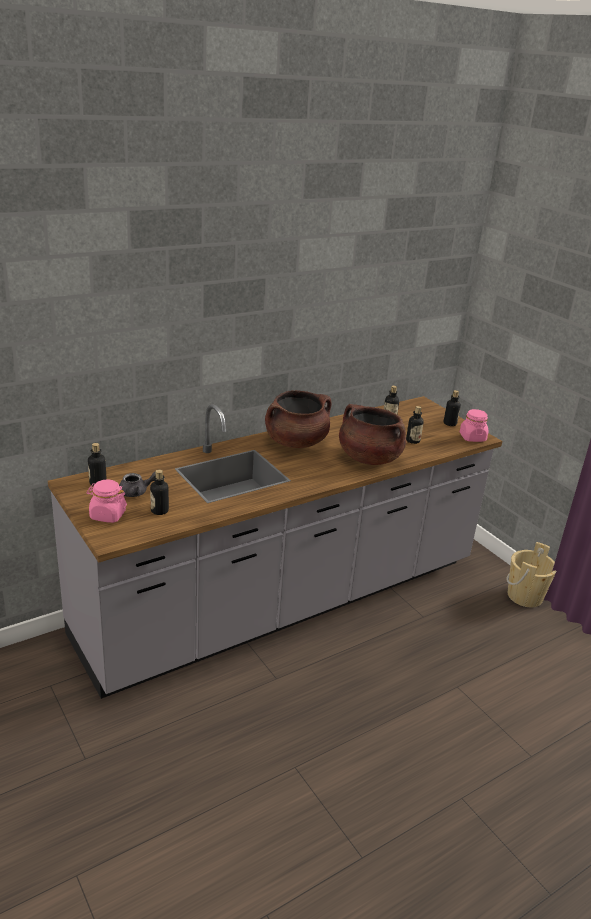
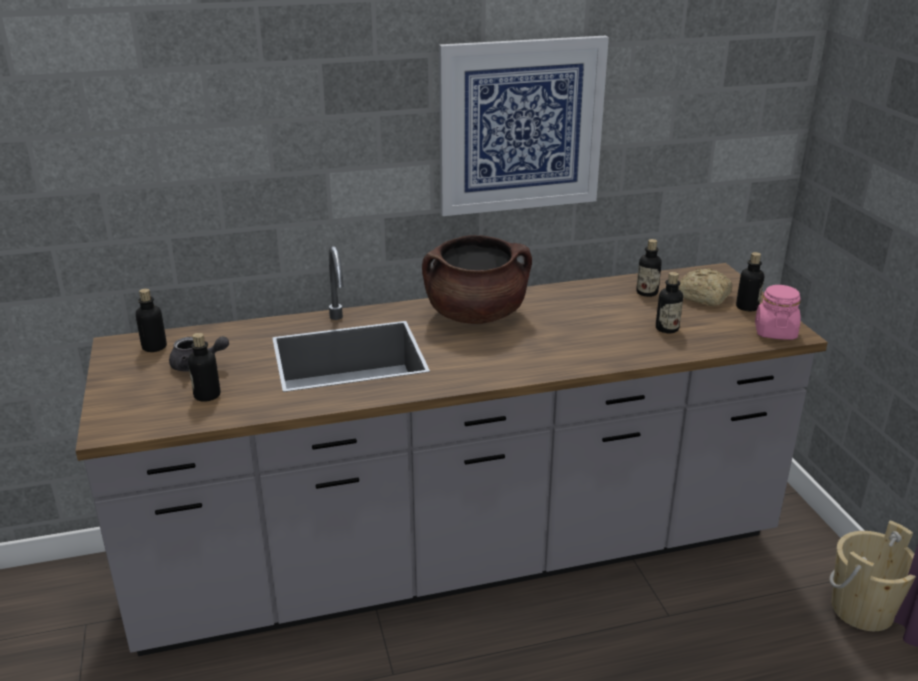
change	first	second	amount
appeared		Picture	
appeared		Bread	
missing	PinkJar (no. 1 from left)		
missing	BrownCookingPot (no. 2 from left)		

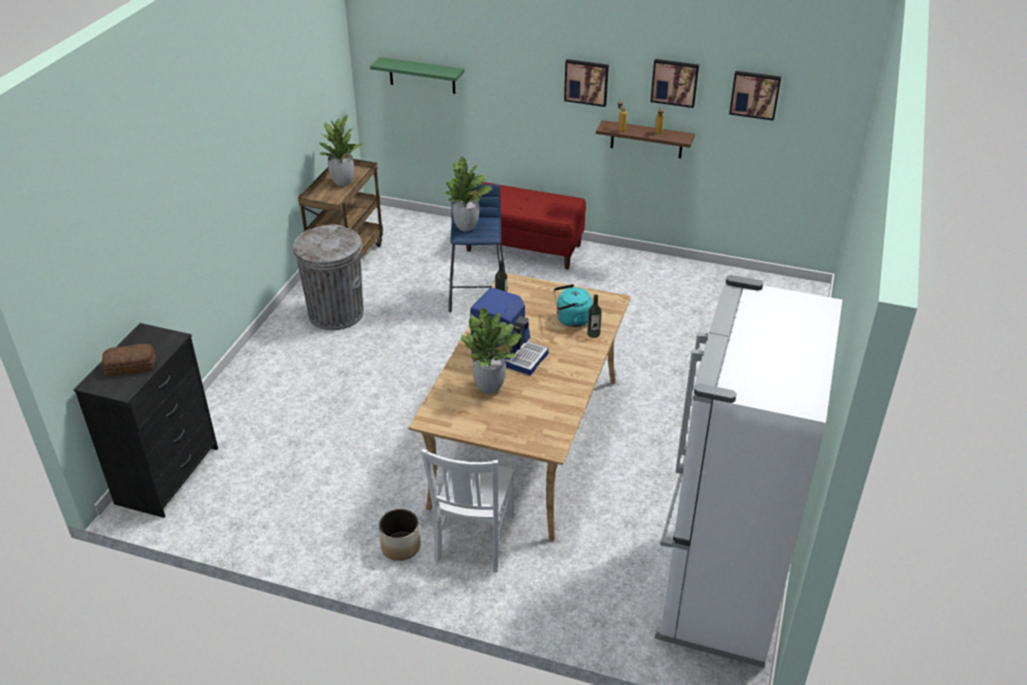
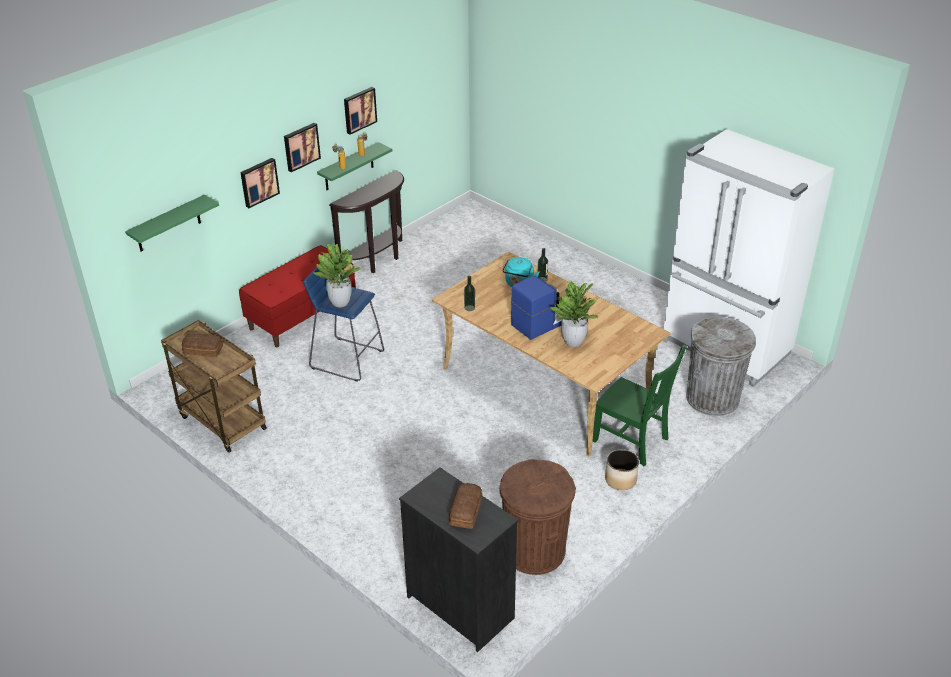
change	first	second	amount
exchanged	PottedPlant (no. 1 from left)	Bread (no. 1 from left)	
relocated	Picture (no. 3 from left in the first image)	Picture (no. 1 from left)	
colour	BrownShelf	GreenShelf (no. 2 from left)	
appeared		BrownConsoleTable	
appeared		BrownTrashCan	
colour	WhiteChair	GreenChair	
relocated	GreyTrashCan		

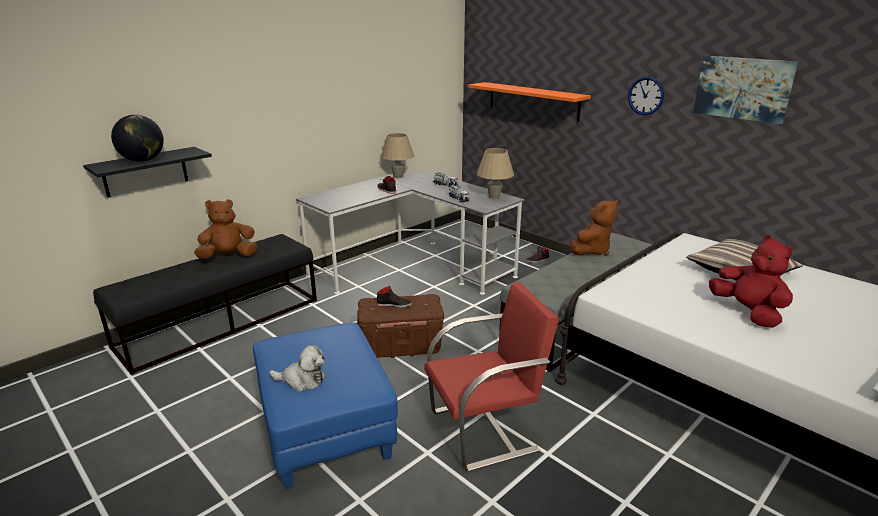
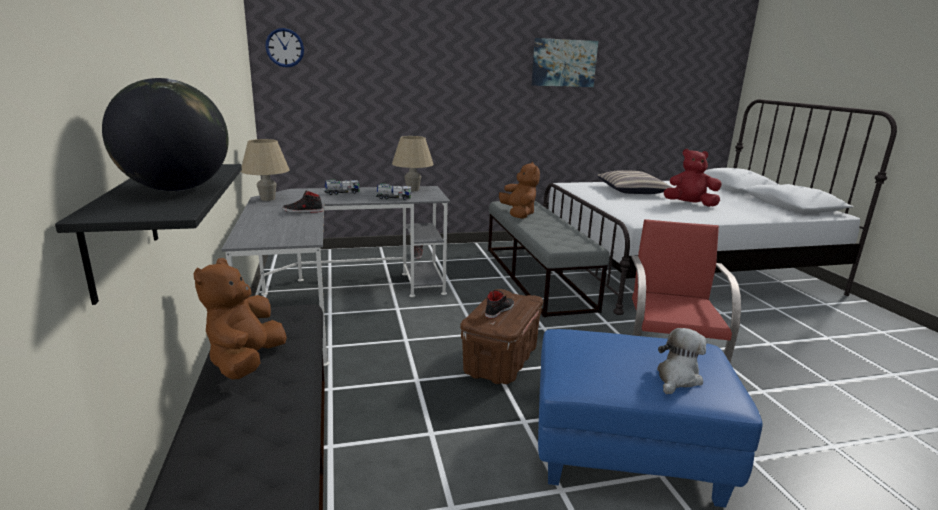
change	first	second	amount
relocated	WallClock		
missing	OrangeShelf		

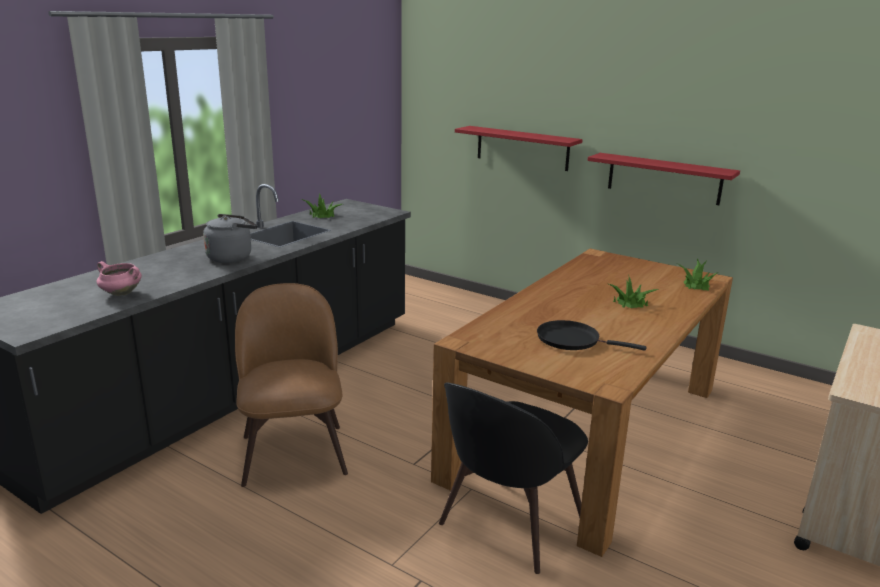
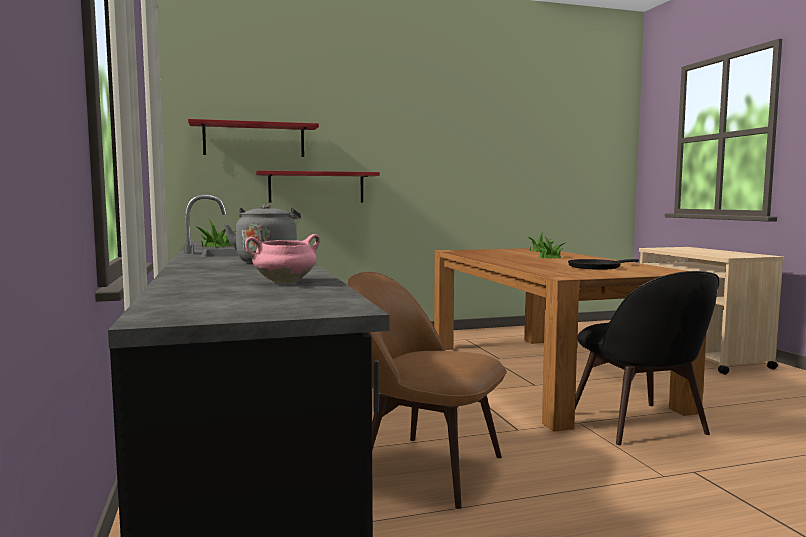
change	first	second	amount
relocated	RedShelf (no. 2 from left in the first image)	RedShelf (no. 1 from left)	

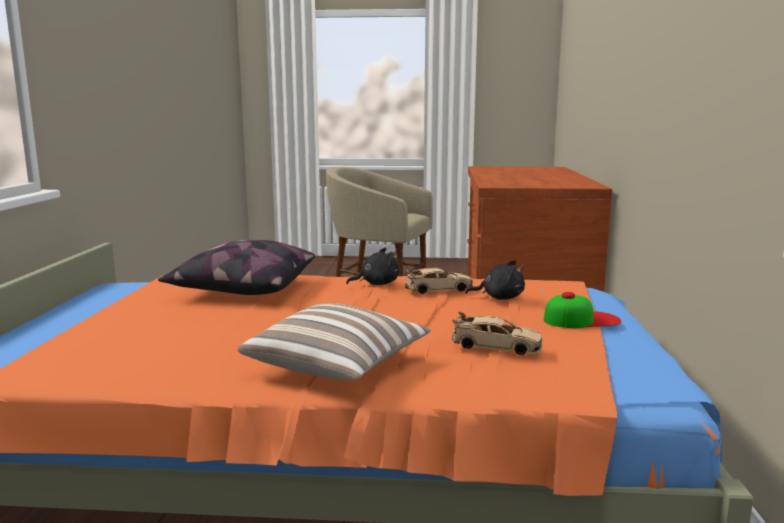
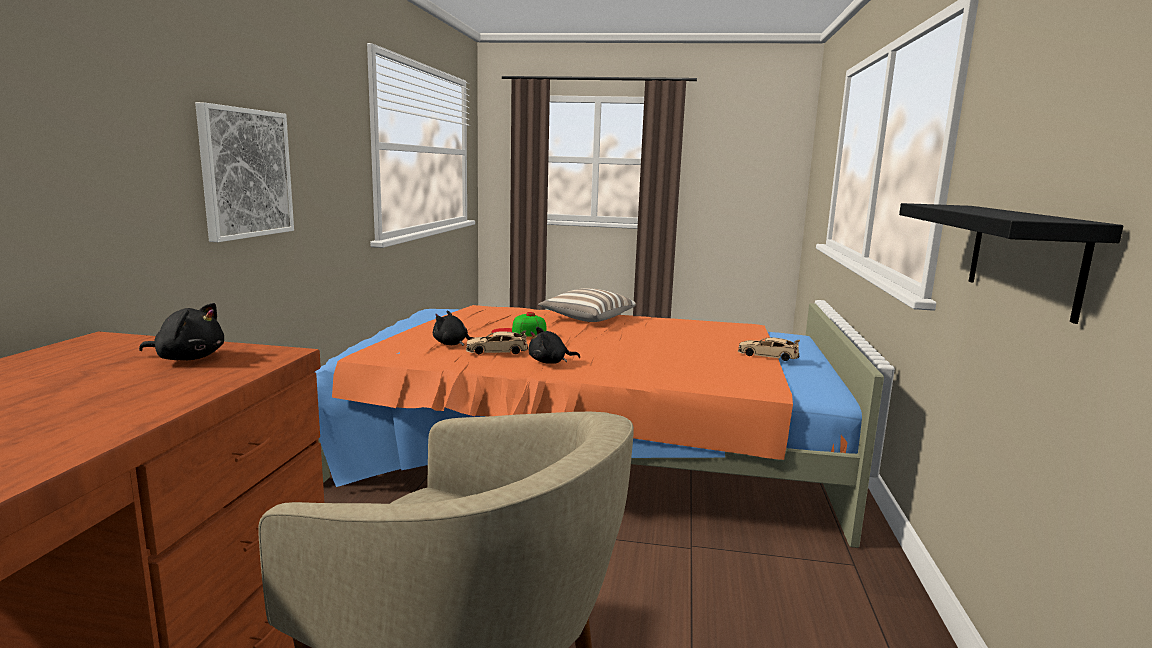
change	first	second	amount
appeared		BlackPlushToy (no. 1 from left)	
appeared		Picture	
relocated	Cap		
relocated	BeigeToyCar (no. 2 from left)		
appeared		BlackShelf	
missing	Pillow (no. 1 from left)		

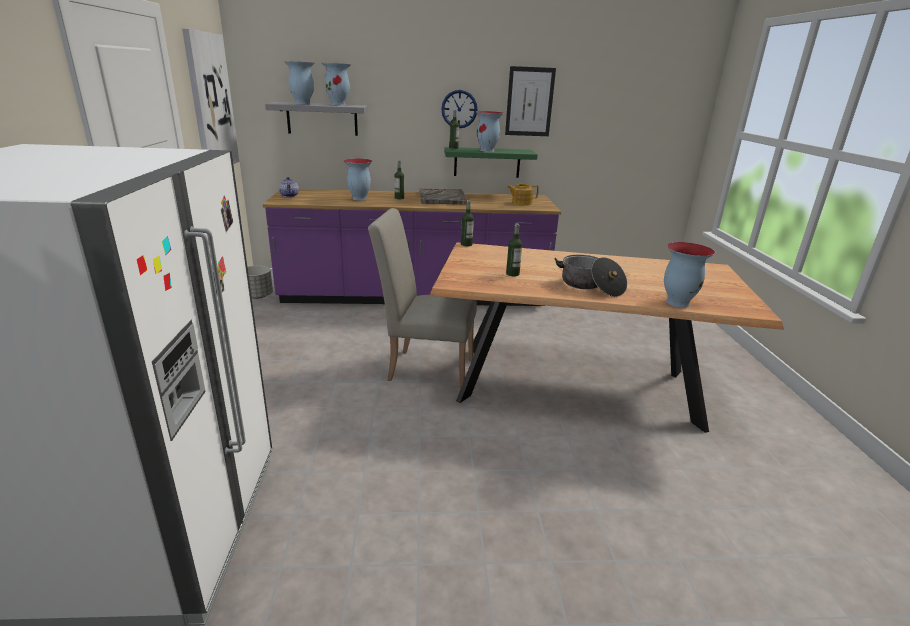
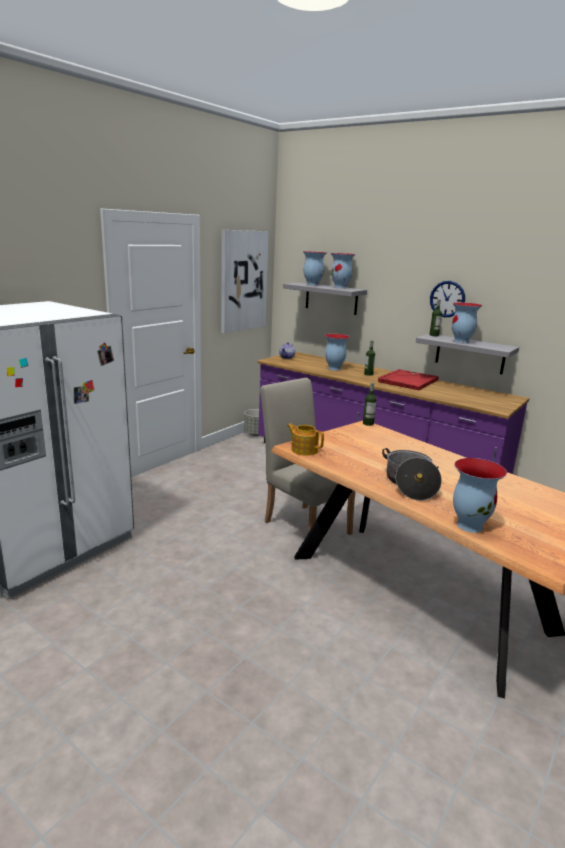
change	first	second	amount
relocated	Teapot (no. 2 from left)		
colour	GreyTray	RedTray	
colour	GreenShelf	GreyShelf (no. 2 from left)	
missing	Picture (no. 2 from left)		
missing	Bottle (no. 4 from left)		

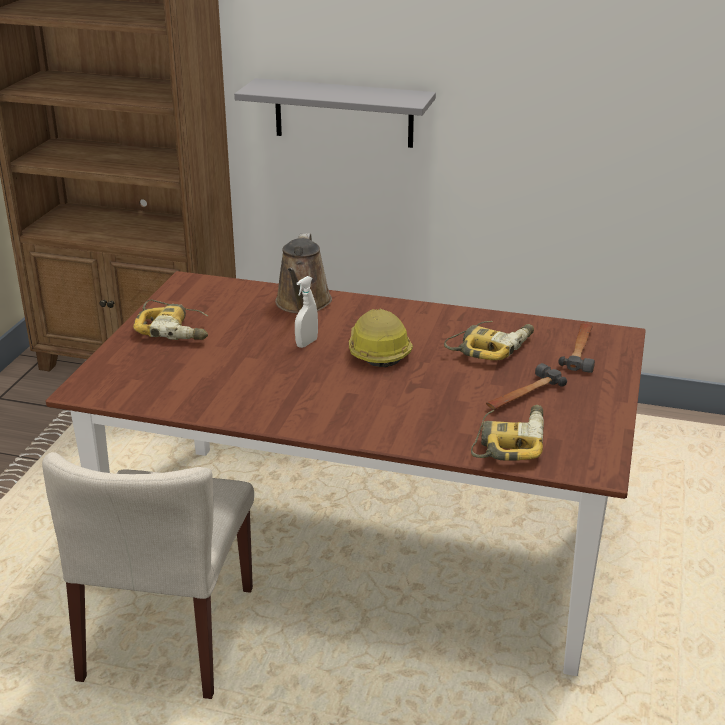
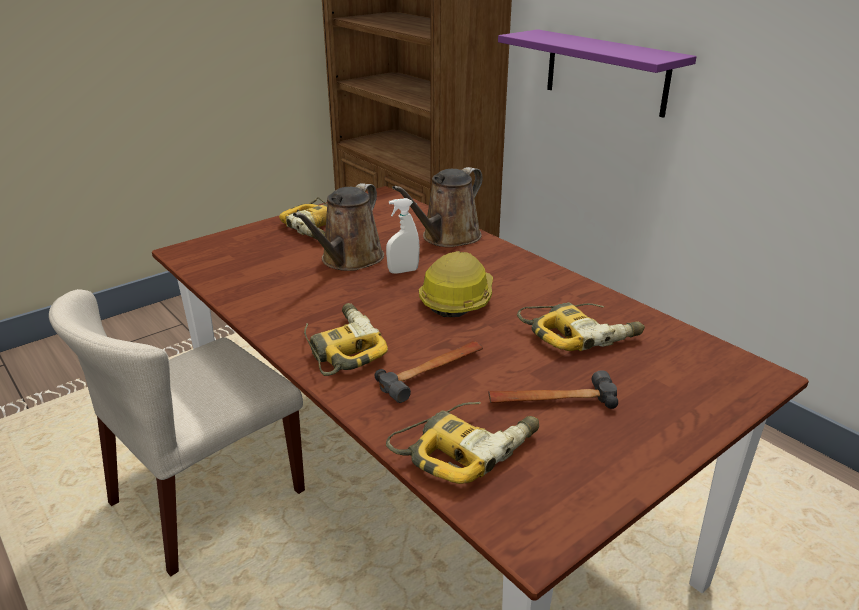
change	first	second	amount
appeared		BrownWateringCan (no. 1 from left)	
appeared		PowerDrill (no. 2 from left)	
relocated	Hammer (no. 2 from left in the first image)	Hammer (no. 1 from left)	
colour	GreyShelf	PurpleShelf	

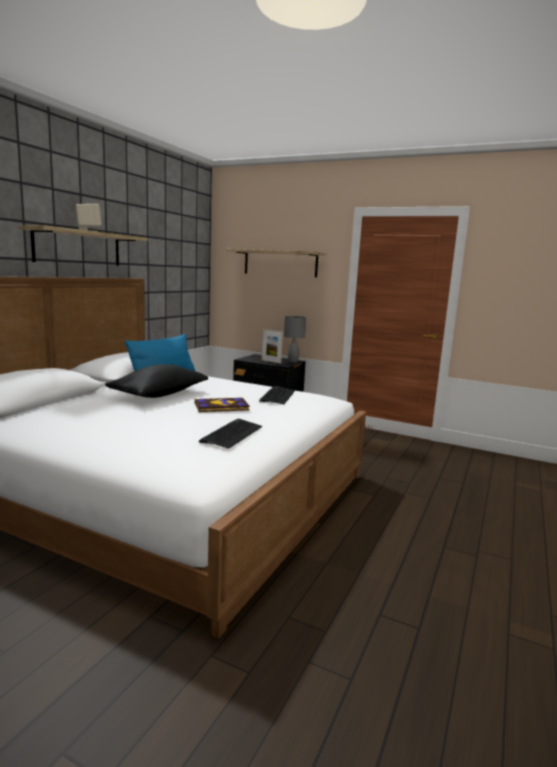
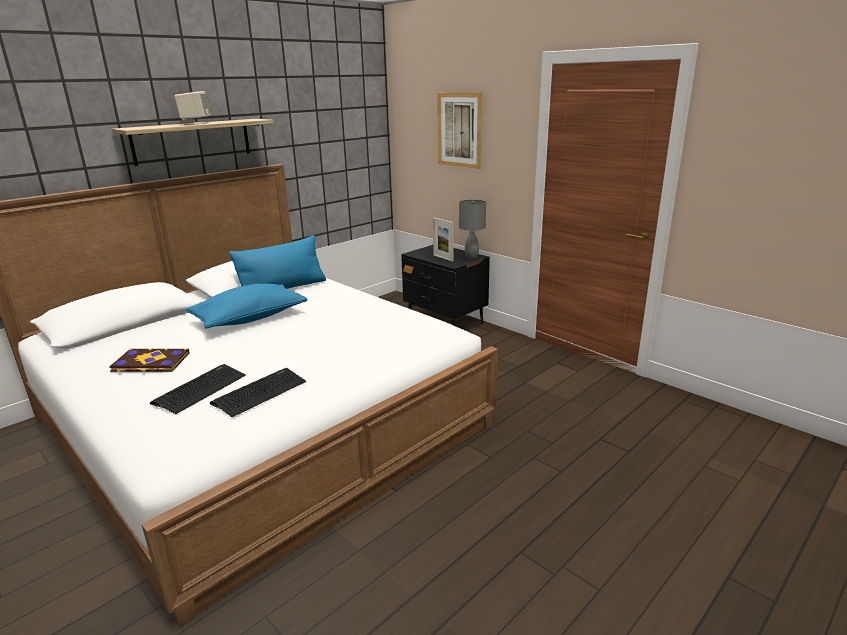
change	first	second	amount
relocated	Book		
relocated	Keyboard (no. 2 from left in the first image)	Keyboard (no. 1 from left)	
colour	BlackPillow	BluePillow (no. 1 from left)	
exchanged	Shelf (no. 2 from left)	Picture	

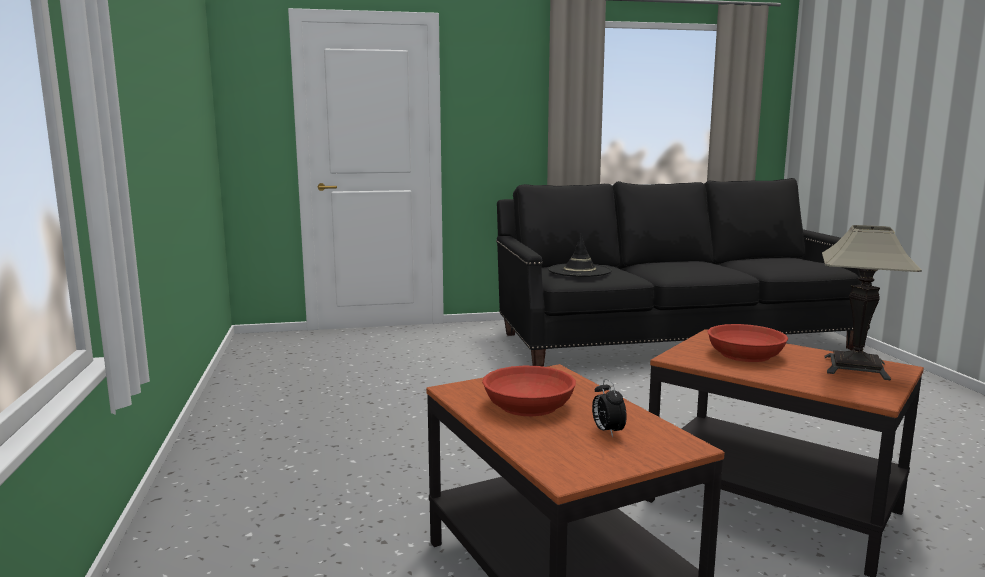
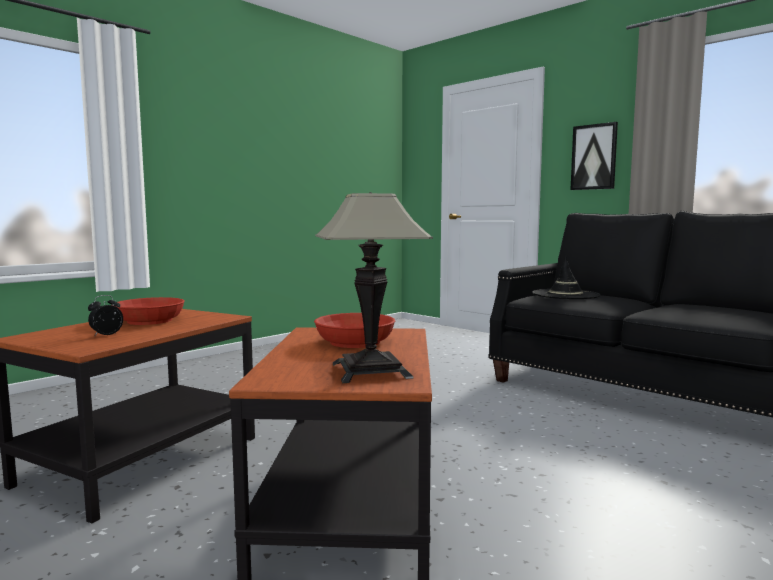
change	first	second	amount
appeared		Picture	

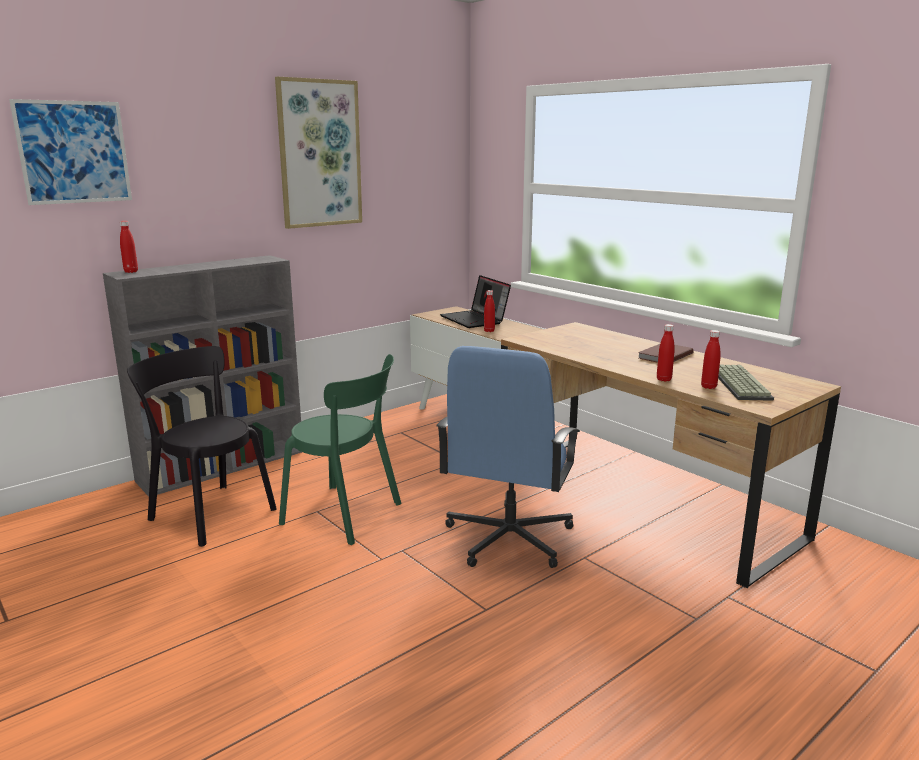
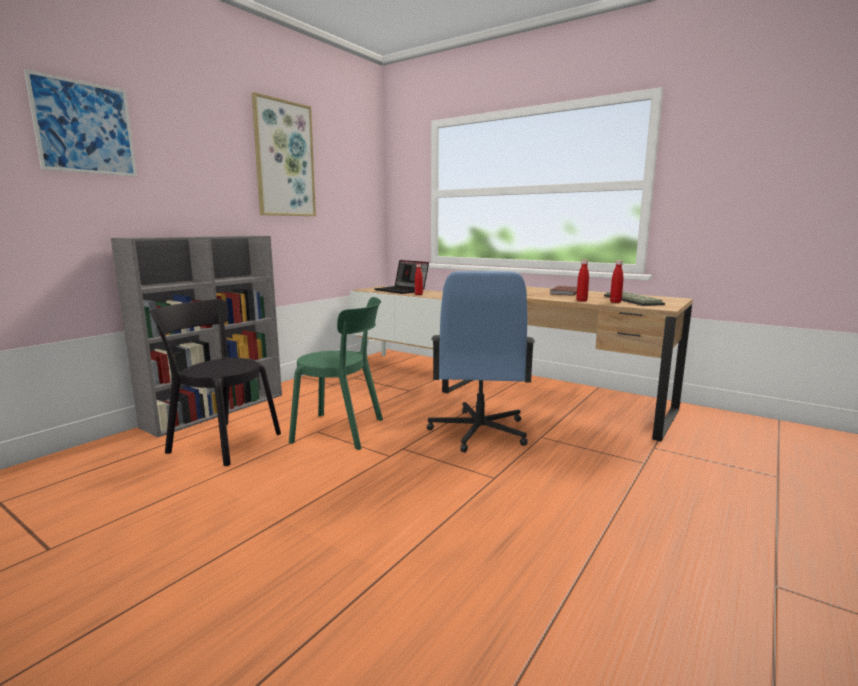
change	first	second	amount
missing	RedBottle (no. 1 from left)		

